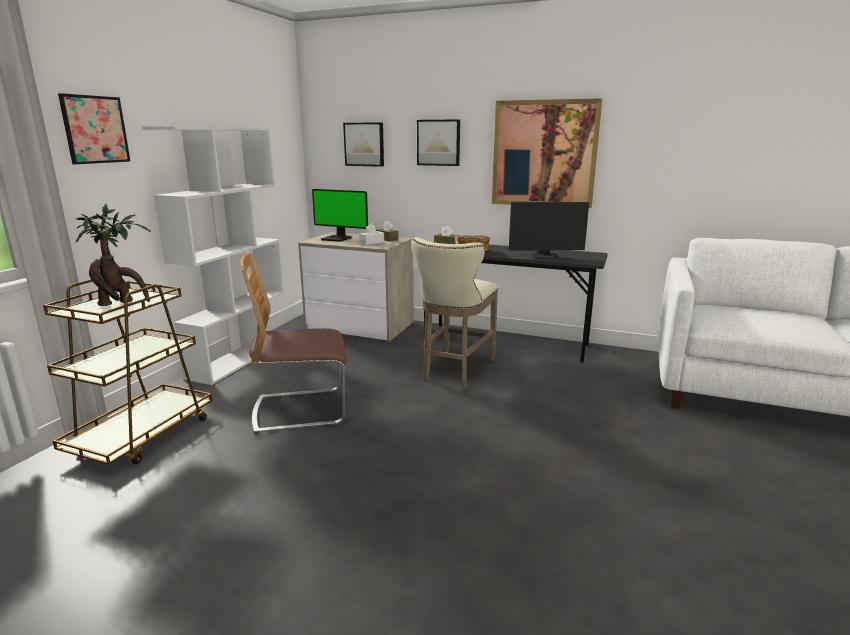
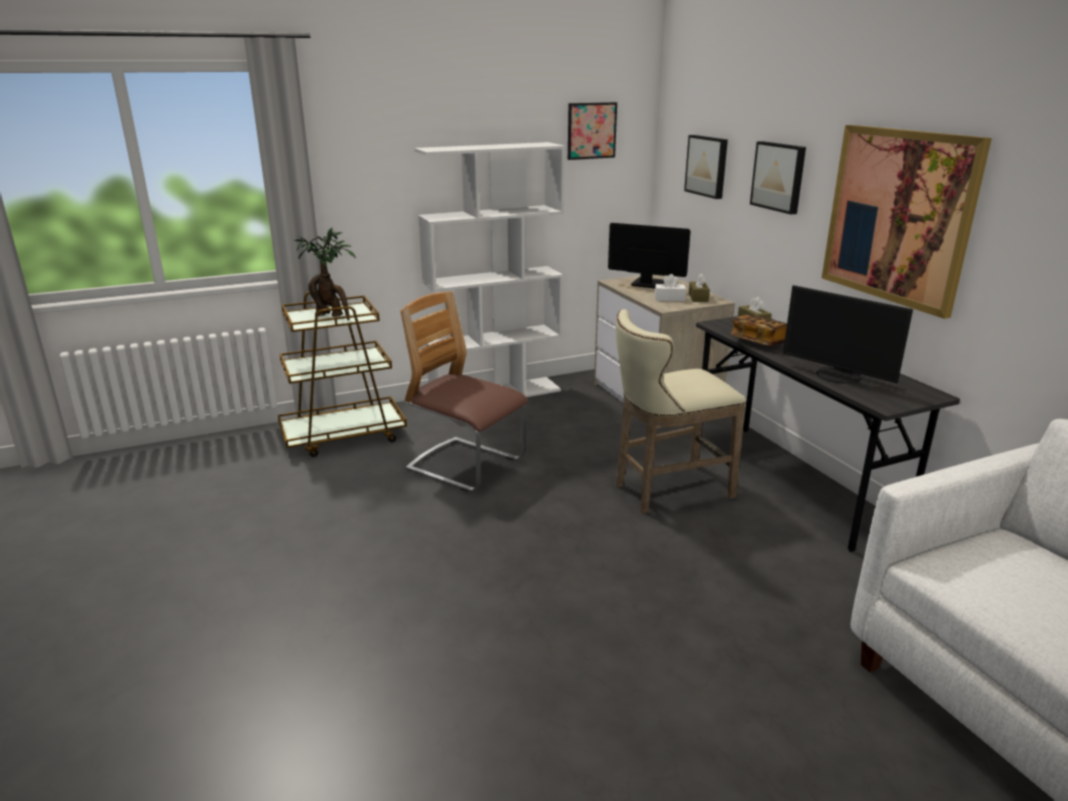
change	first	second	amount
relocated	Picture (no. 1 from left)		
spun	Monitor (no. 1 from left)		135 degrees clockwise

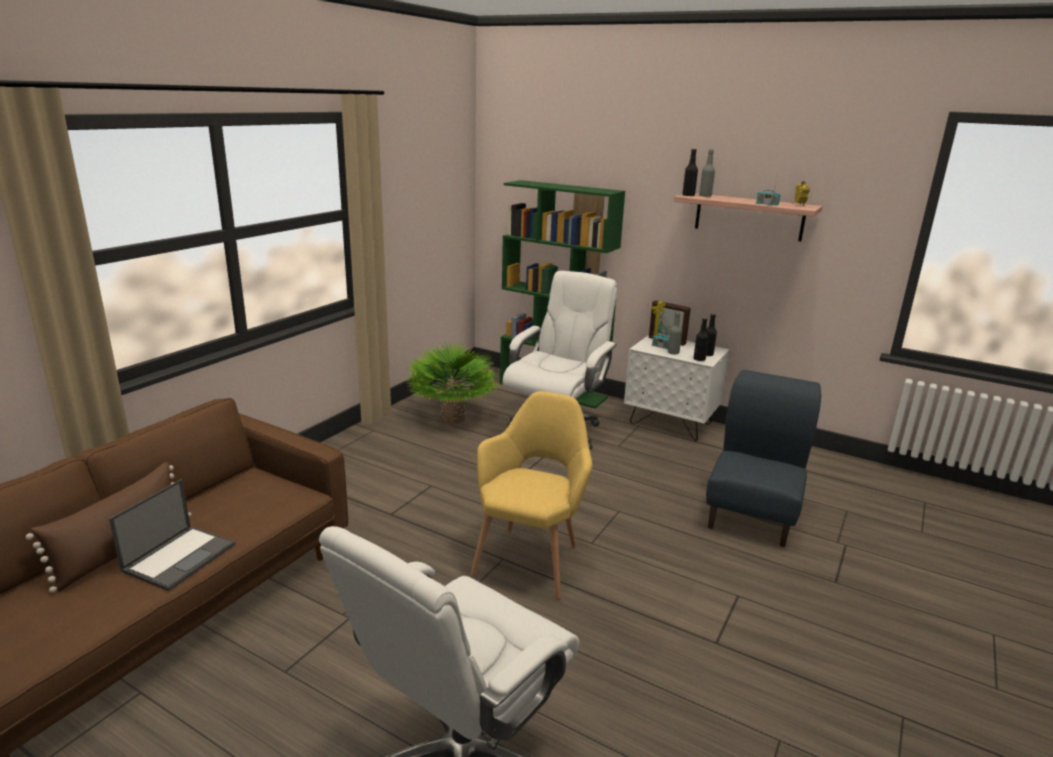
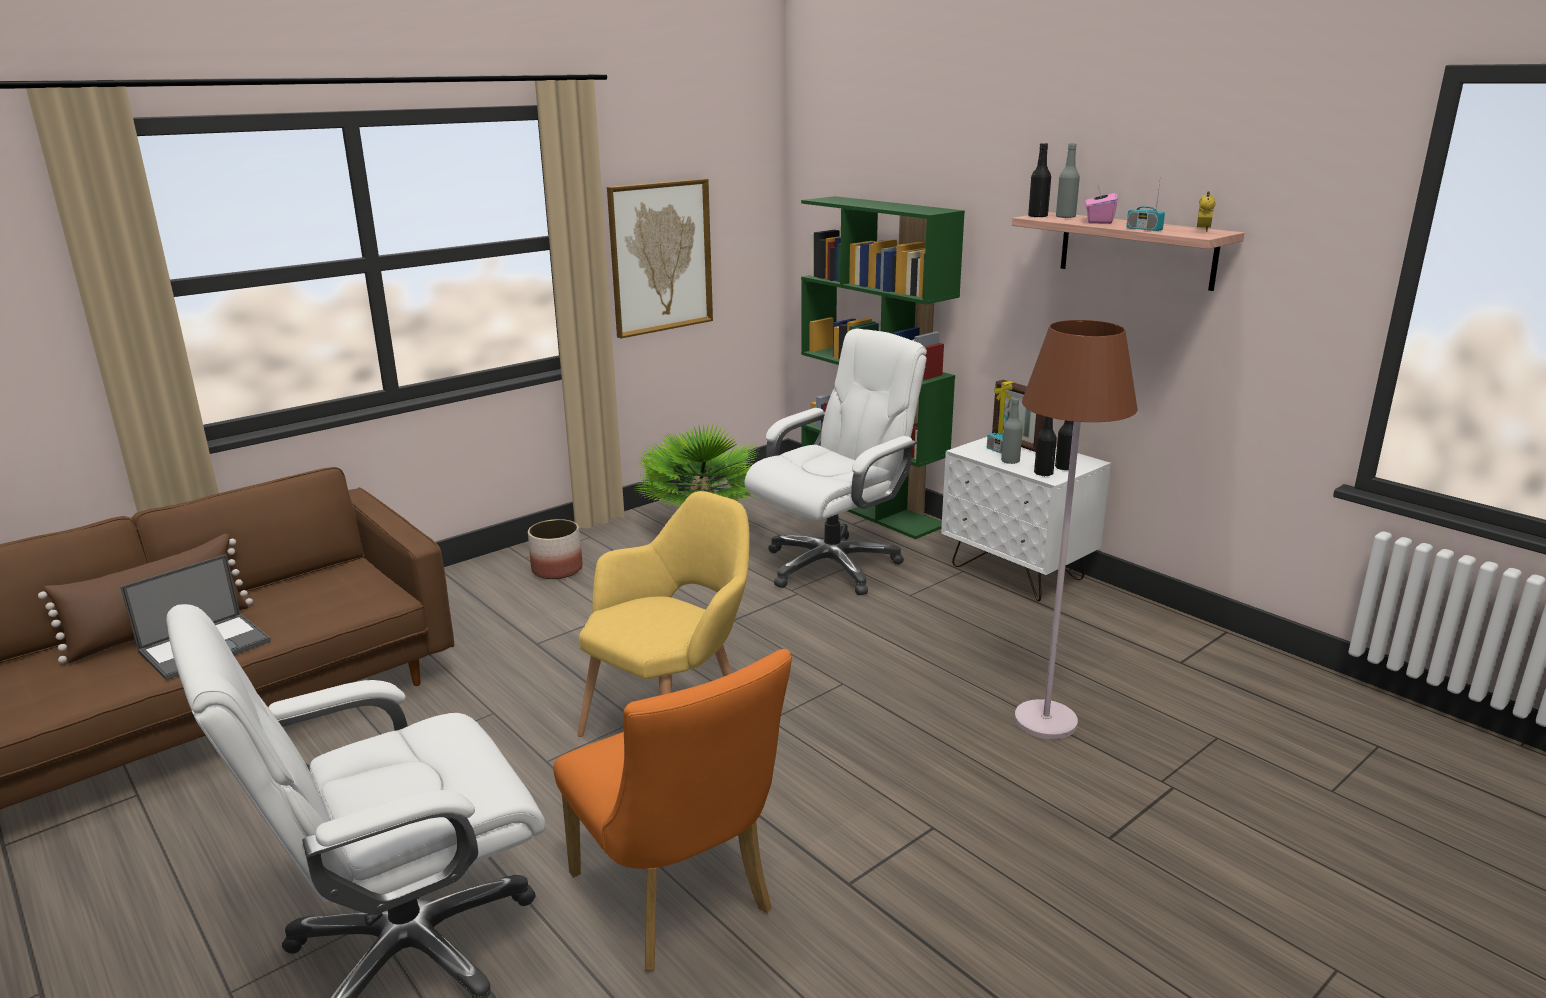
change	first	second	amount
appeared		Planter	
appeared		OrangeChair	
appeared		Picture	
exchanged	BlueChair	BrownFloorLamp	
appeared		PinkTissueBox	

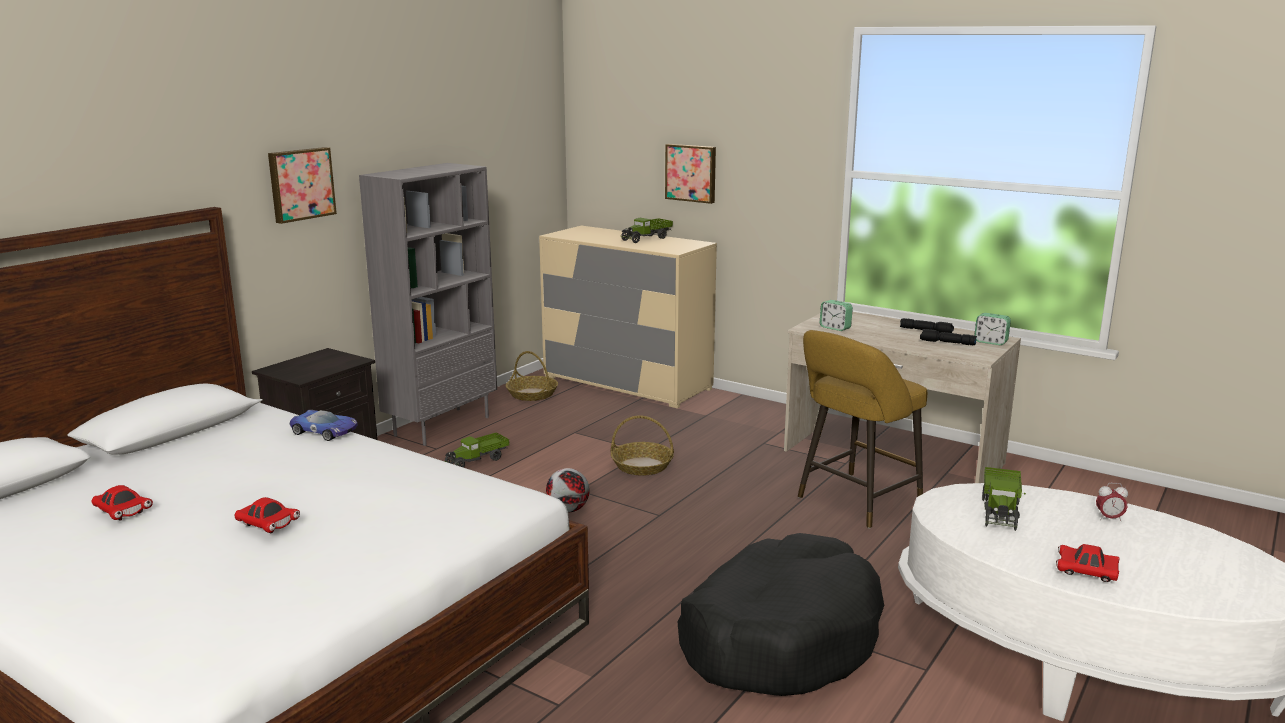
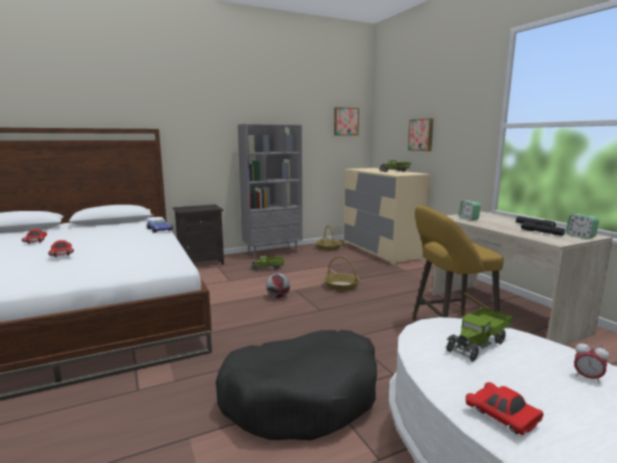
change	first	second	amount
relocated	Picture (no. 1 from left)		

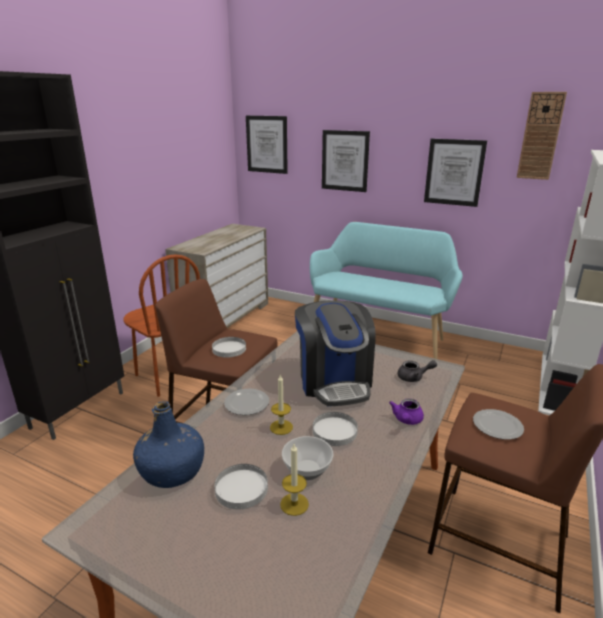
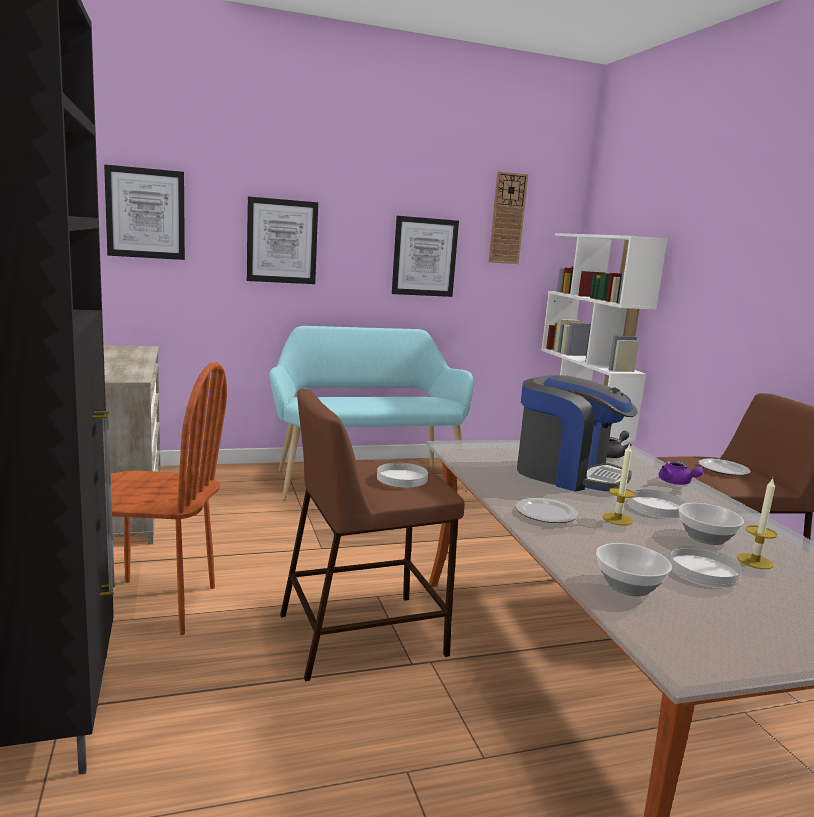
change	first	second	amount
exchanged	BlueBottle	Bowl (no. 1 from left)	

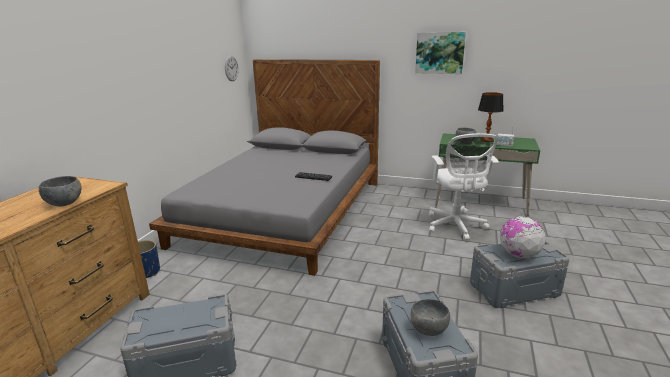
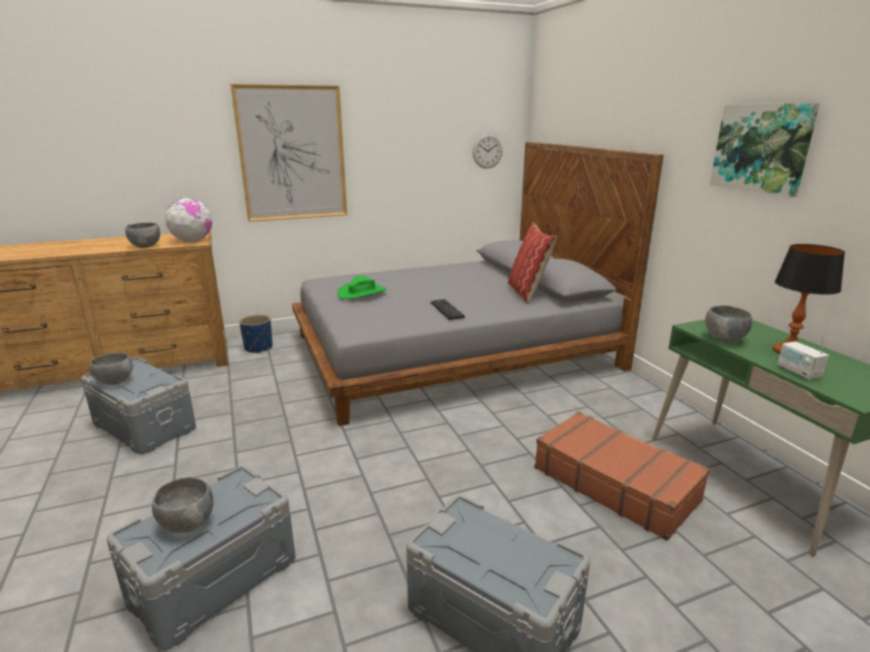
change	first	second	amount
appeared		GreyBowl (no. 1 from left)	
relocated	Globe		
appeared		Picture (no. 1 from left)	
appeared		GreenHat	
appeared		Pillow	
exchanged	WhiteOfficeChair	BrownSuitcase	

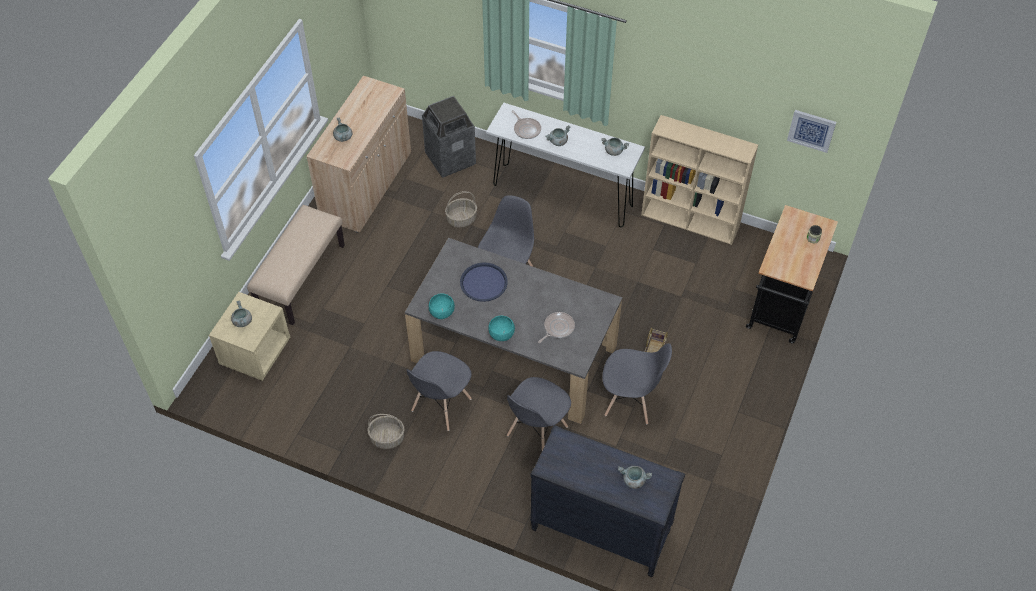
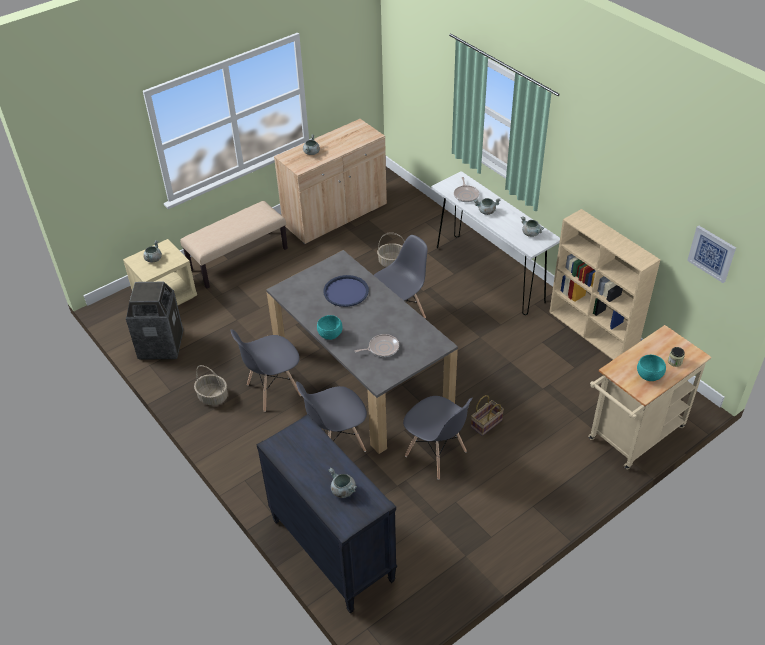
change	first	second	amount
relocated	TrashCan		
colour	BlackCart	BeigeCart	
relocated	TurquoiseBowl (no. 1 from left in the first image)	TurquoiseBowl (no. 2 from left)	

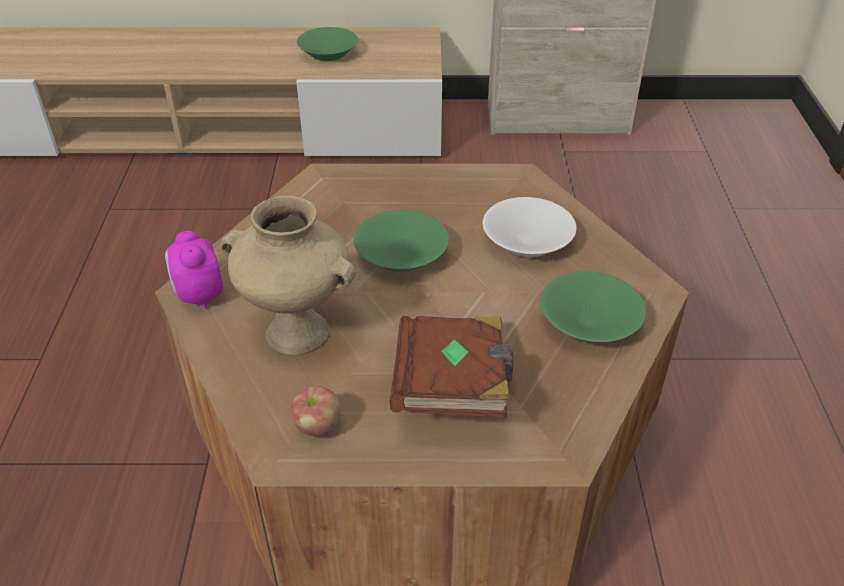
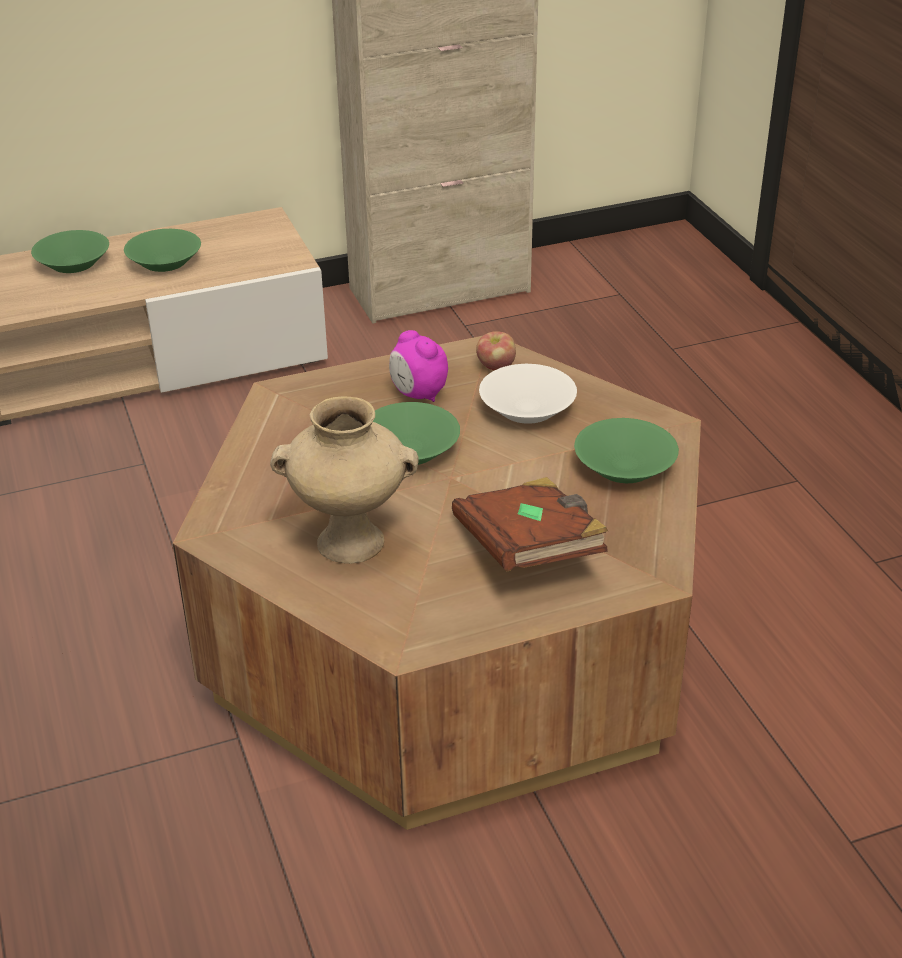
change	first	second	amount
appeared		GreenBowl (no. 1 from left)	
relocated	AlarmClock		
relocated	Apple		

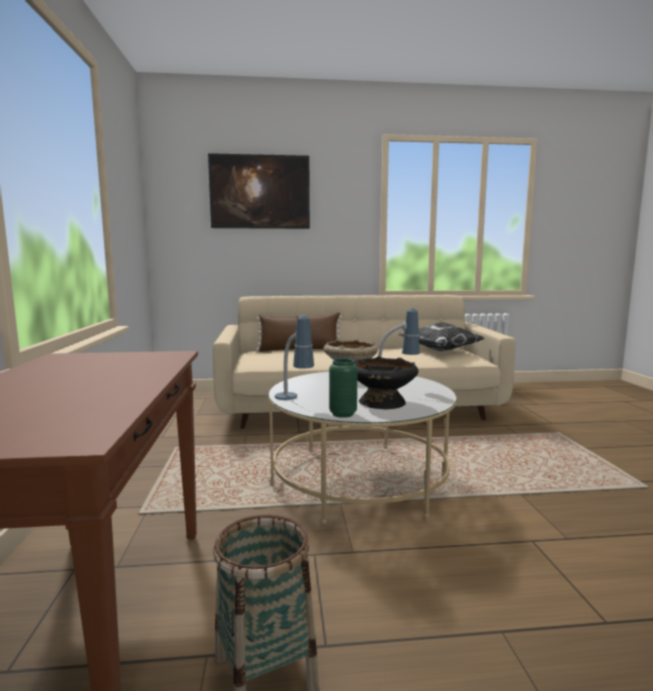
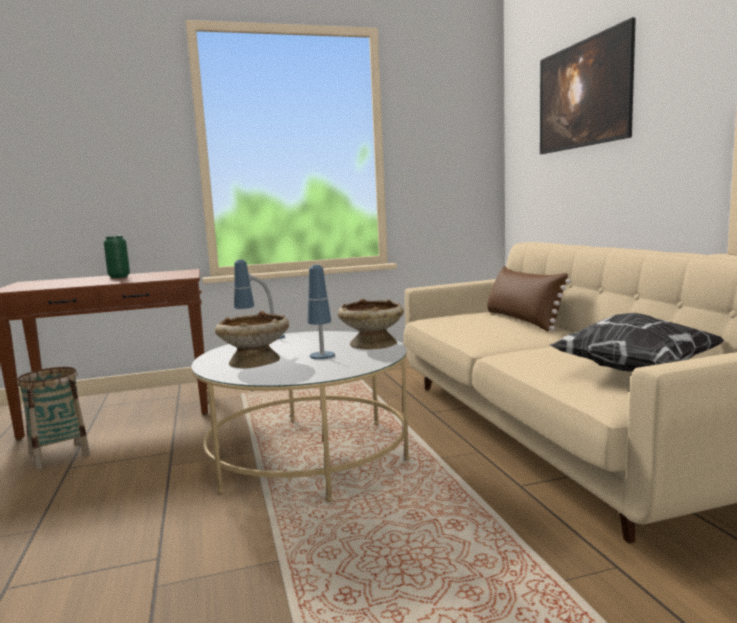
change	first	second	amount
relocated	GreenVase		
colour	BlackBowl	BeigeBowl (no. 1 from left)	

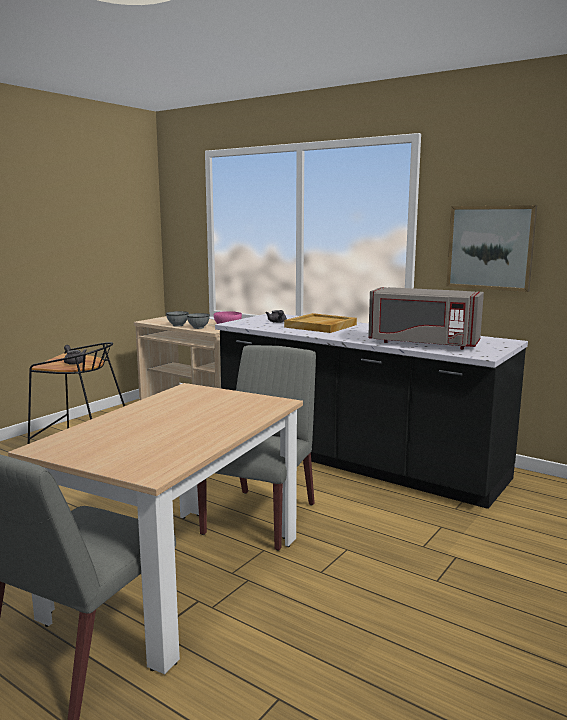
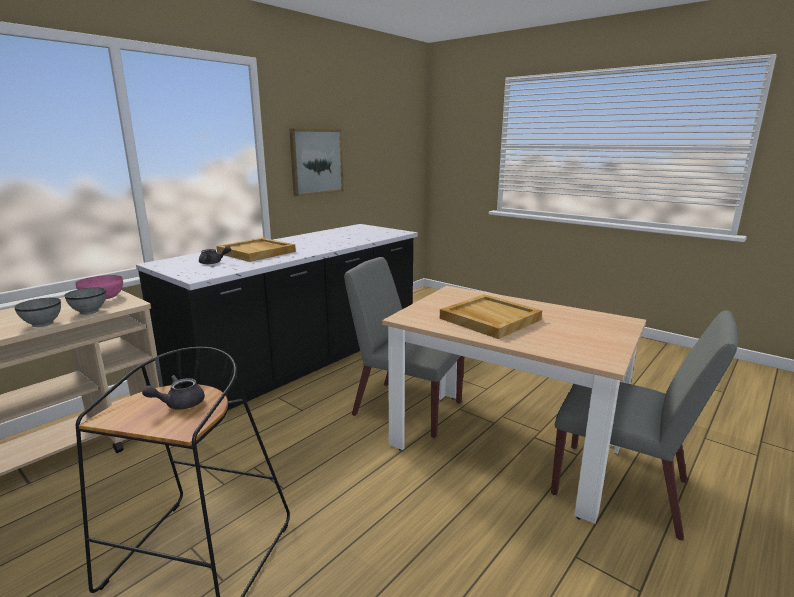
change	first	second	amount
appeared		BeigeTray (no. 2 from left)	
missing	GreyMicrowave		

